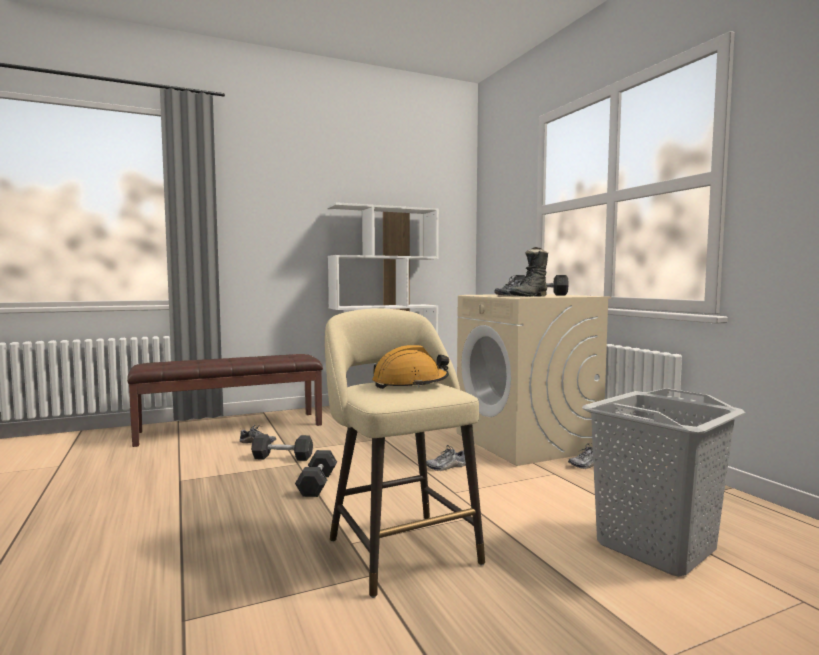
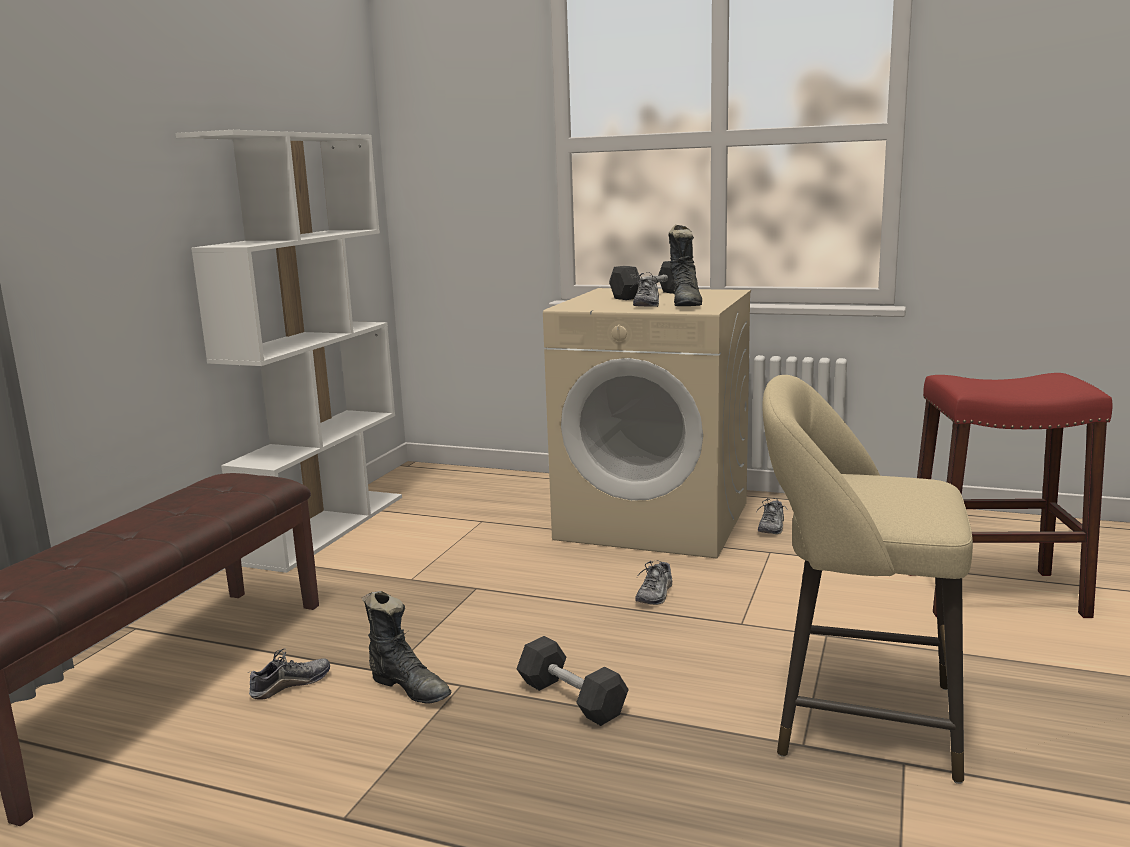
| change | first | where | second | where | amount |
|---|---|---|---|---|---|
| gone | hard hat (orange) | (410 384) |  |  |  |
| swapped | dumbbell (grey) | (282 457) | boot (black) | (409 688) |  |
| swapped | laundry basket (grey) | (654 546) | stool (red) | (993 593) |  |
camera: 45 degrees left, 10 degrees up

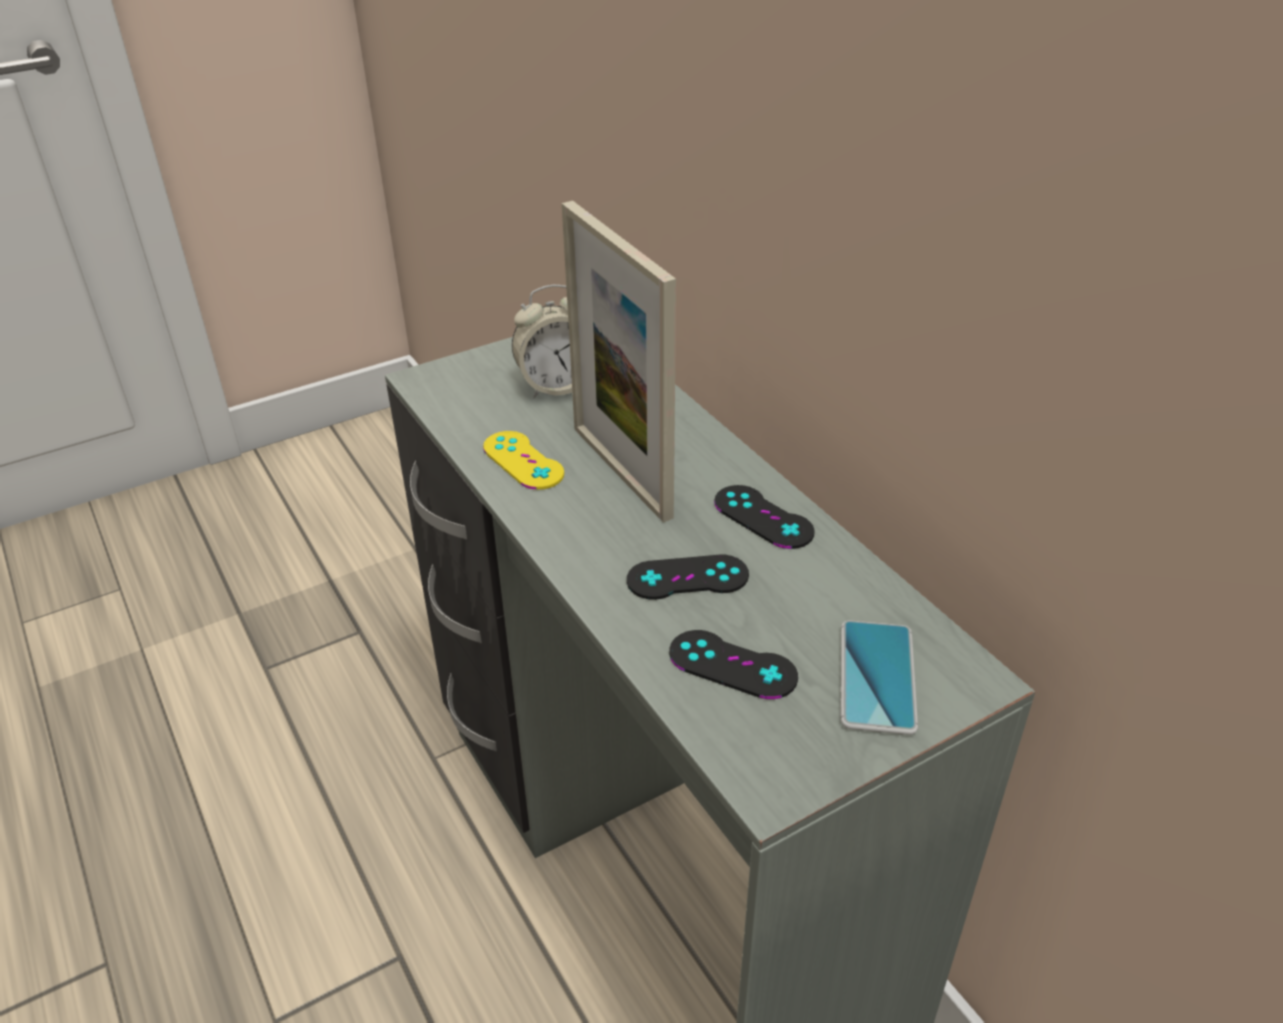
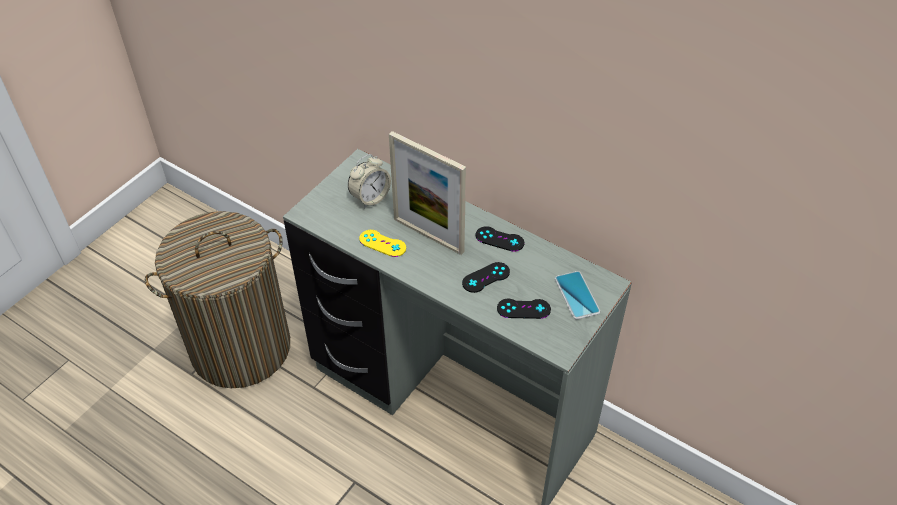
| change | first | where | second | where | amount |
|---|---|---|---|---|---|
| new |  |  | laundry basket | (240 348) |  |
camera: 25 degrees left, 10 degrees up

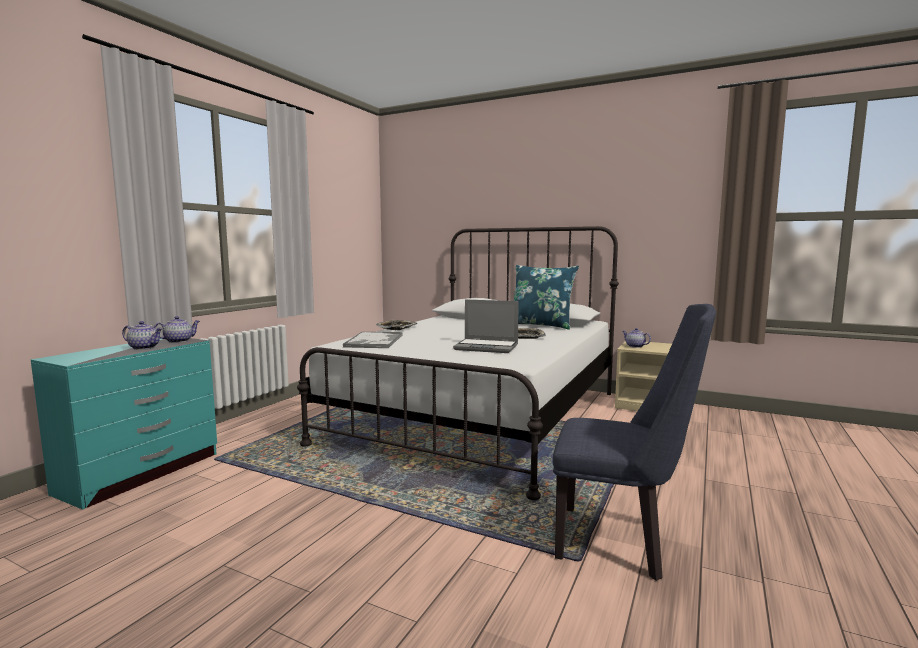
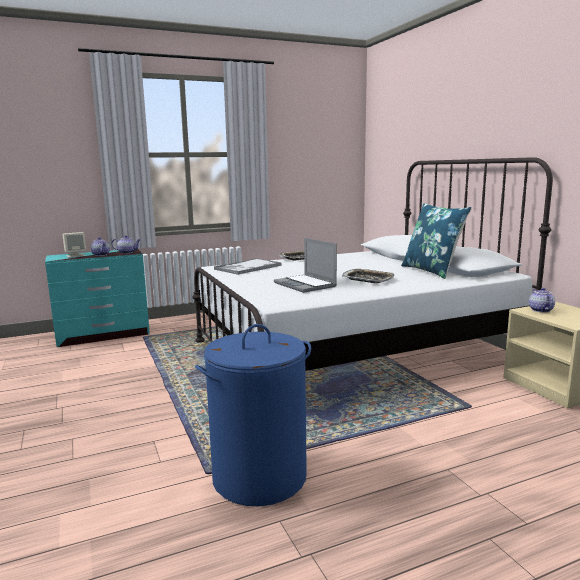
| change | first | where | second | where | amount |
|---|---|---|---|---|---|
| new |  |  | speaker (beige) | (75 255) |  |
| swapped | chair (blue) | (621 542) | laundry basket (blue) | (259 477) |  |
camera: 40 degrees right, 5 degrees up

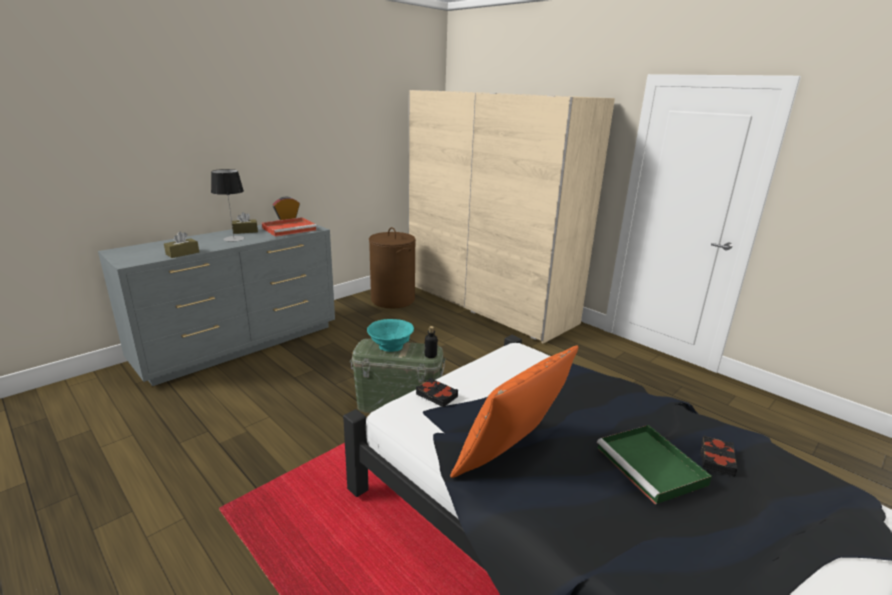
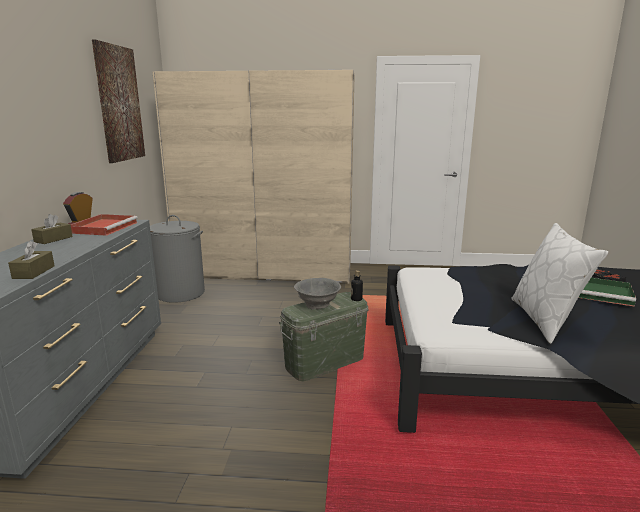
| change | first | where | second | where | amount |
|---|---|---|---|---|---|
| gone | table lamp | (234 239) |  |  |  |
| gone | book (black) | (436 396) |  |  |  |
| new |  |  | picture | (119 104) |  |
| repainted | bowl (turquoise) | (390 347) | bowl (grey) | (317 305) |  |
| repainted | laundry basket (brown) | (392 299) | laundry basket (grey) | (180 293) |  |
| repainted | pillow (orange) | (510 457) | pillow (white) | (546 320) |  |
camera: 40 degrees left, 5 degrees down

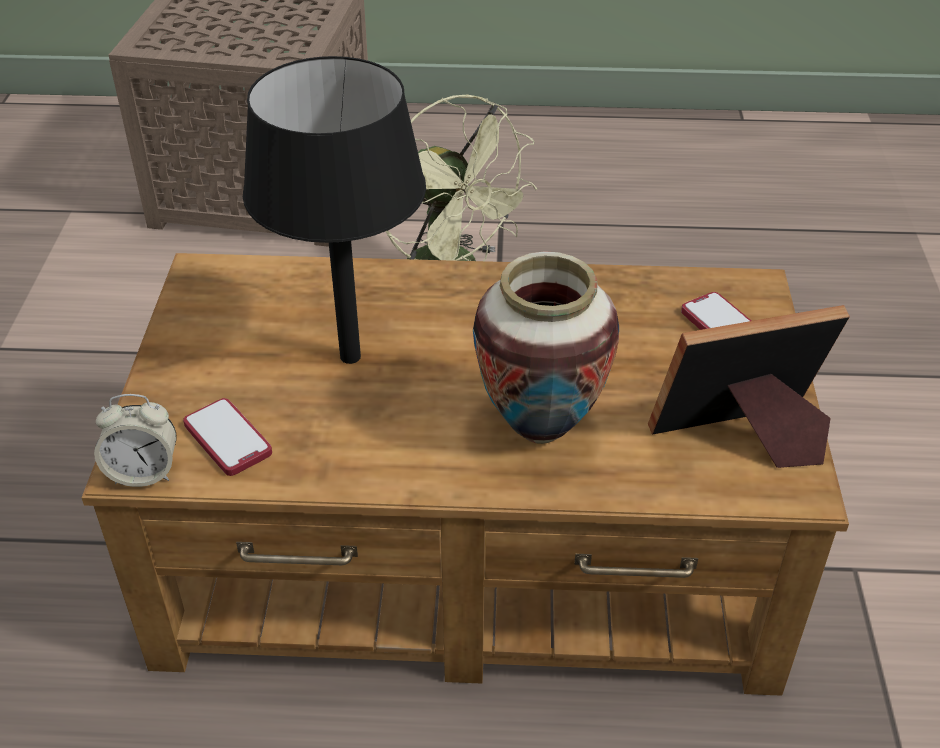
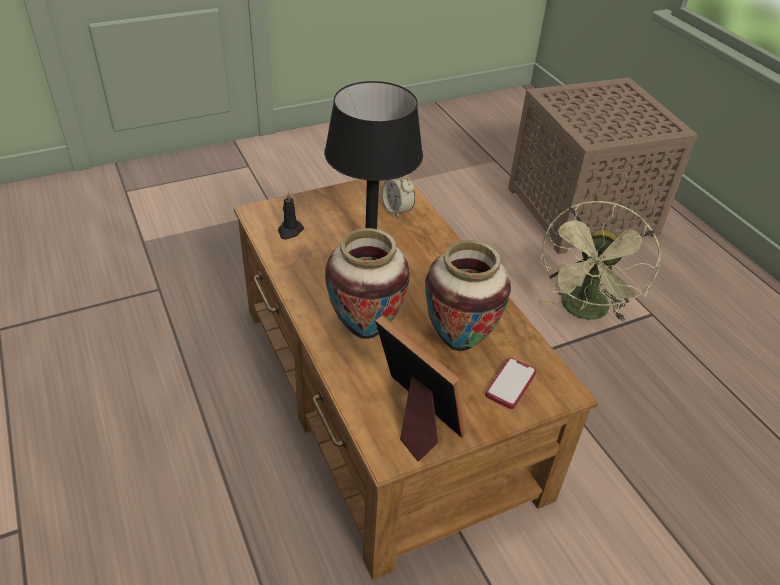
| change | first | where | second | where | amount |
|---|---|---|---|---|---|
| new |  |  | vase | (458 342) |  |
| shifted | alarm clock | (144 472) |  | (397 210) |  |
| swapped | phone | (228 439) | candle (black) | (290 231) |  |
camera: 60 degrees right, 0 degrees up

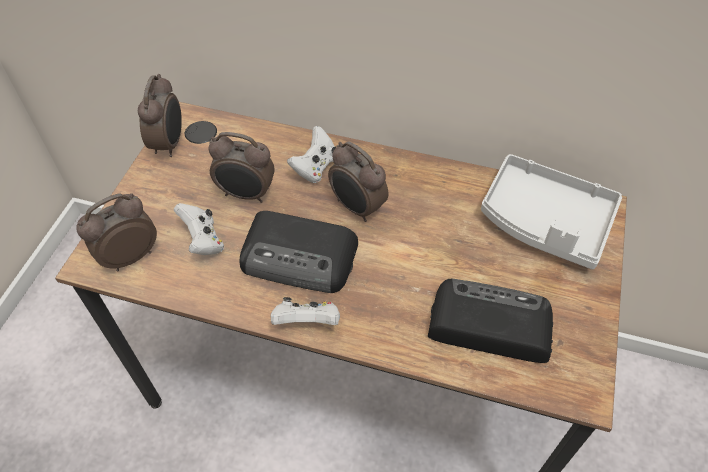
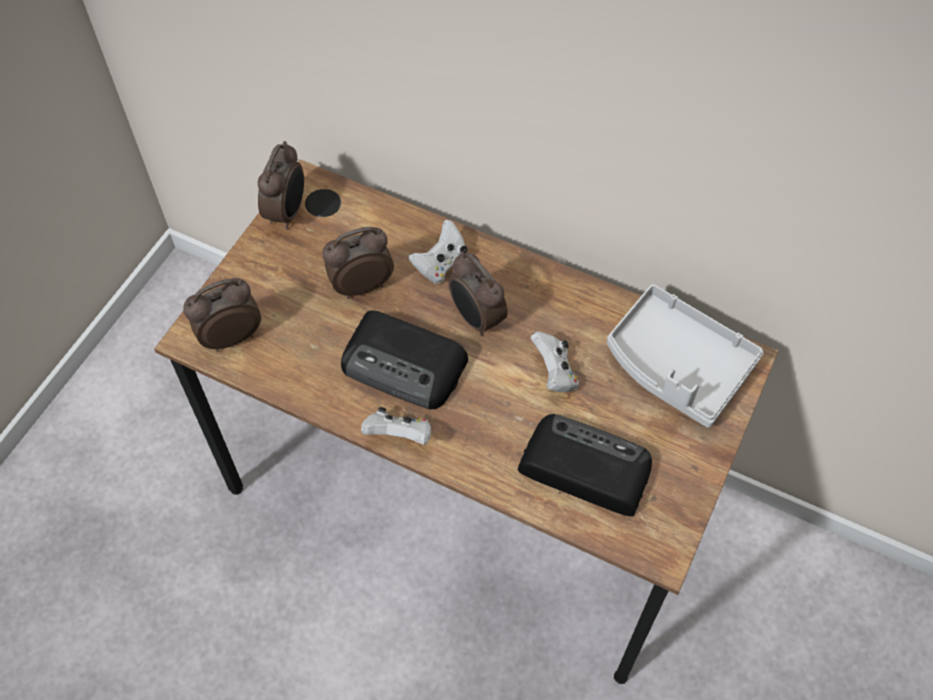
| change | first | where | second | where | amount |
|---|---|---|---|---|---|
| shifted | game controller (white) | (203 240) |  | (554 373) |  |
| rotated | alarm clock | (246 194) |  | (361 285) | 135 degrees clockwise |
camera: 10 degrees right, 5 degrees up

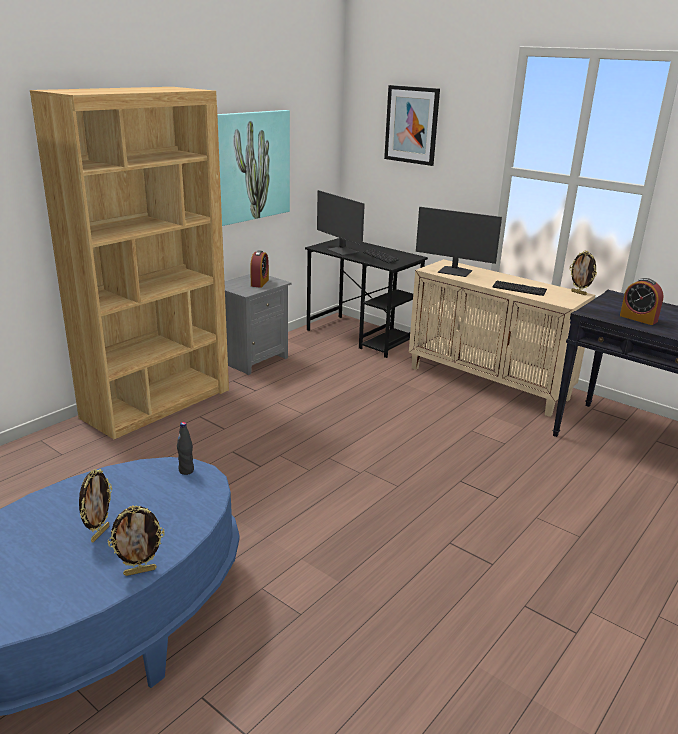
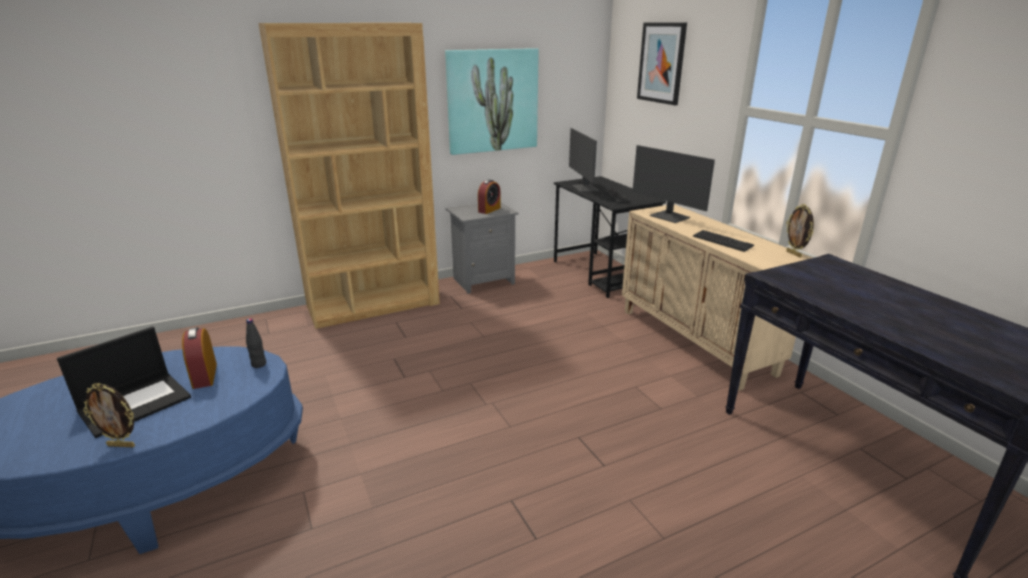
| change | first | where | second | where | amount |
|---|---|---|---|---|---|
| shifted | alarm clock | (638 318) |  | (204 375) |  |
| swapped | picture frame | (99 534) | laptop | (135 403) |  |
camera: 25 degrees right, 0 degrees up

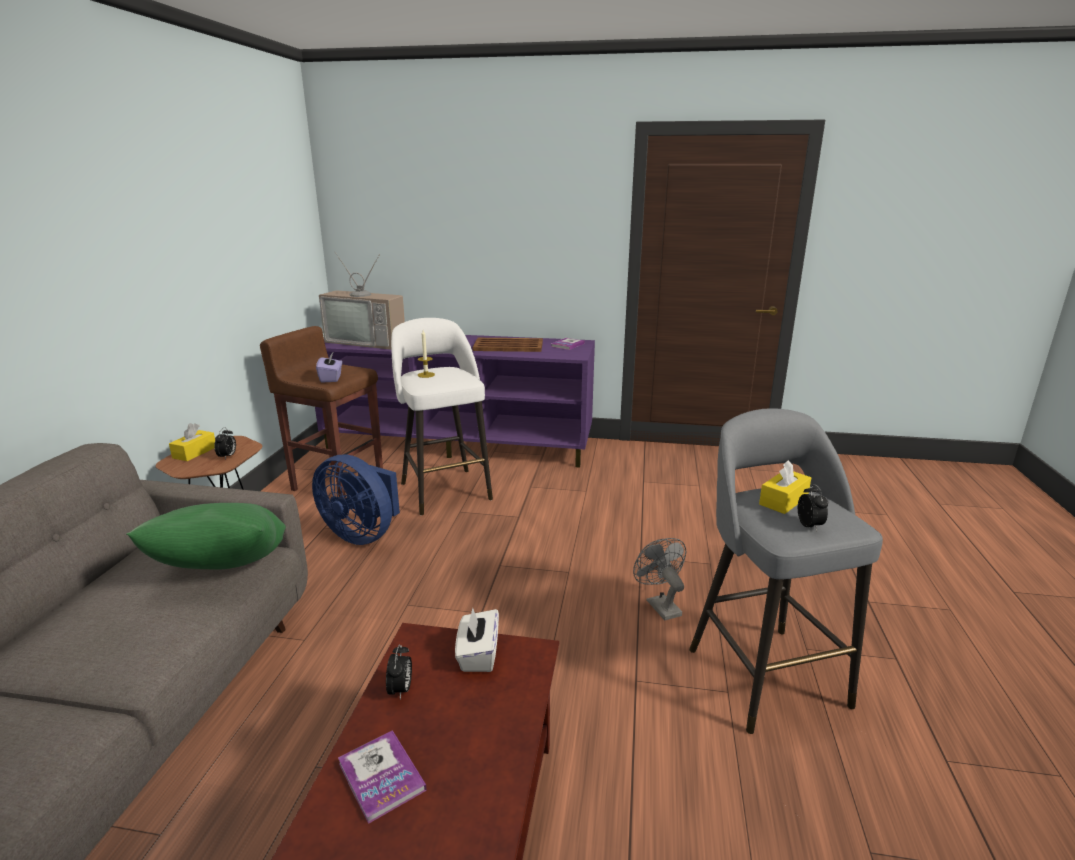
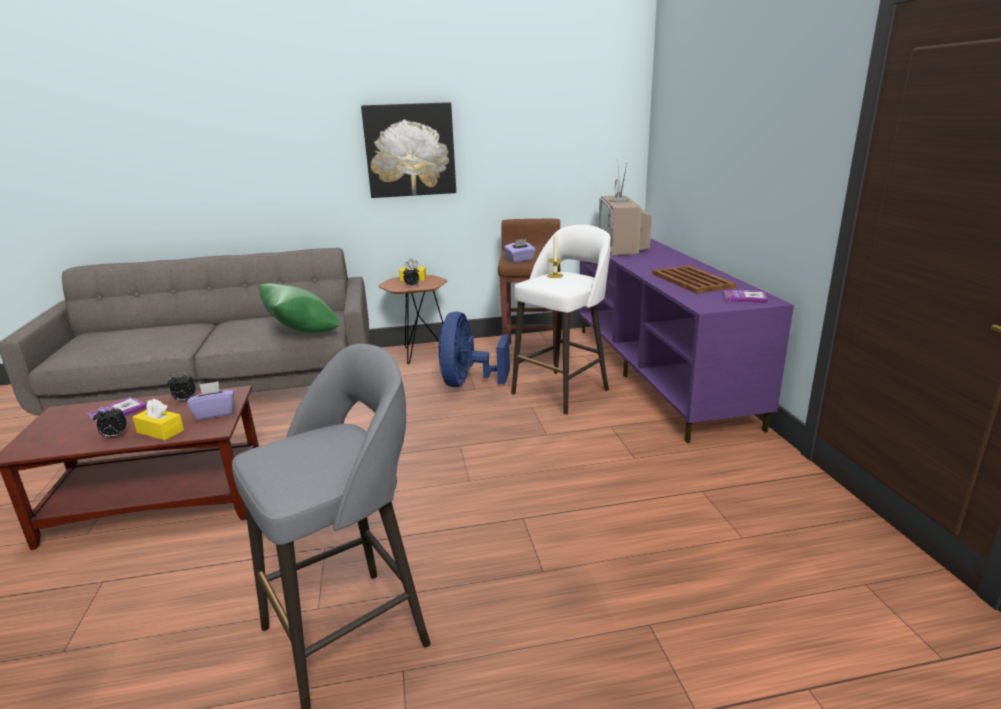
| change | first | where | second | where | amount |
|---|---|---|---|---|---|
| gone | fan (grey) | (659 605) |  |  |  |
| new |  |  | picture | (410 150) |  |
| shifted | tissue box (yellow) | (783 500) |  | (160 431) |  |
| shifted | alarm clock | (810 526) |  | (114 436) |  |
| repainted | tissue box (white) | (478 655) | tissue box (purple) | (215 413) |  |
camera: 70 degrees right, 0 degrees up

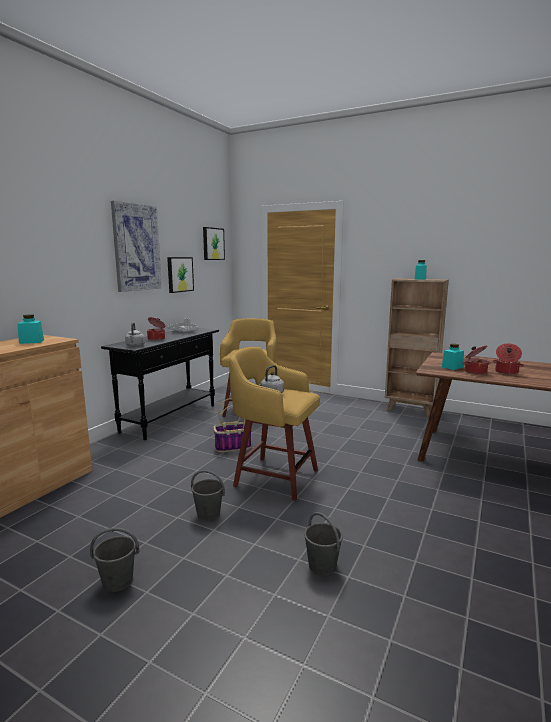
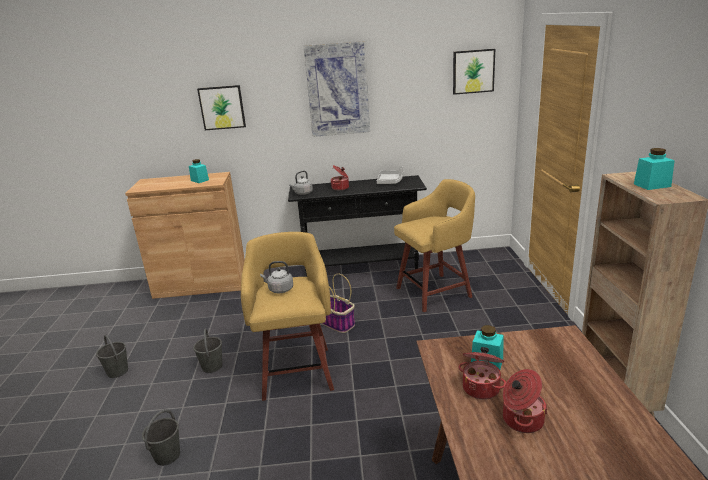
| change | first | where | second | where | amount |
|---|---|---|---|---|---|
| shifted | picture | (179 274) |  | (222 107) |  |
camera: 60 degrees right, 10 degrees up

